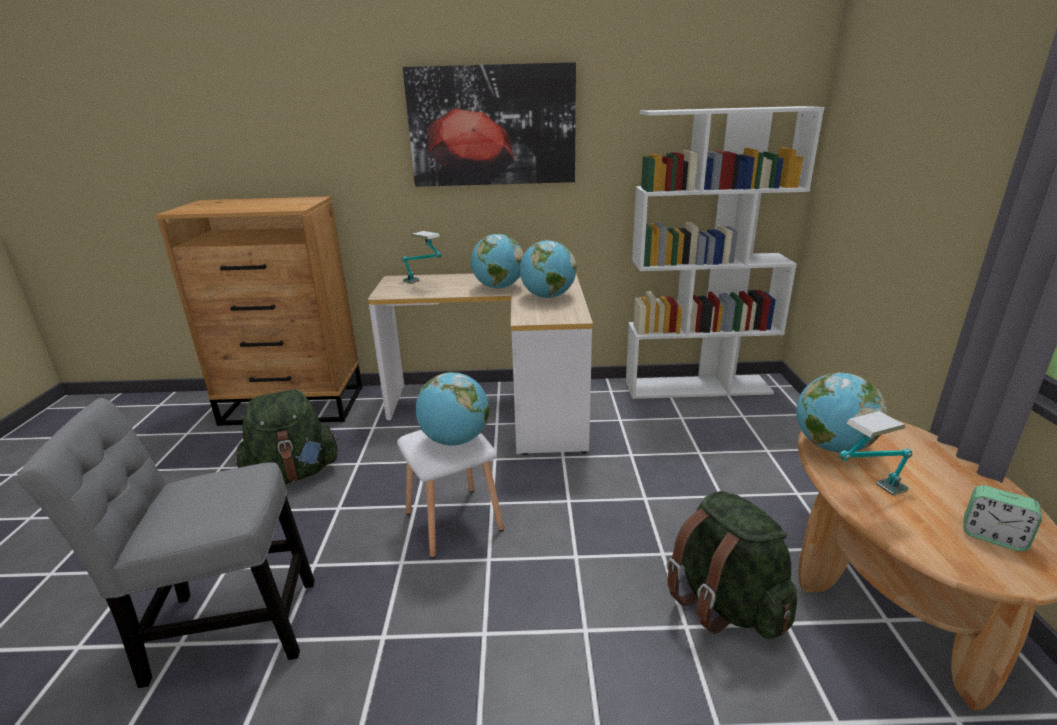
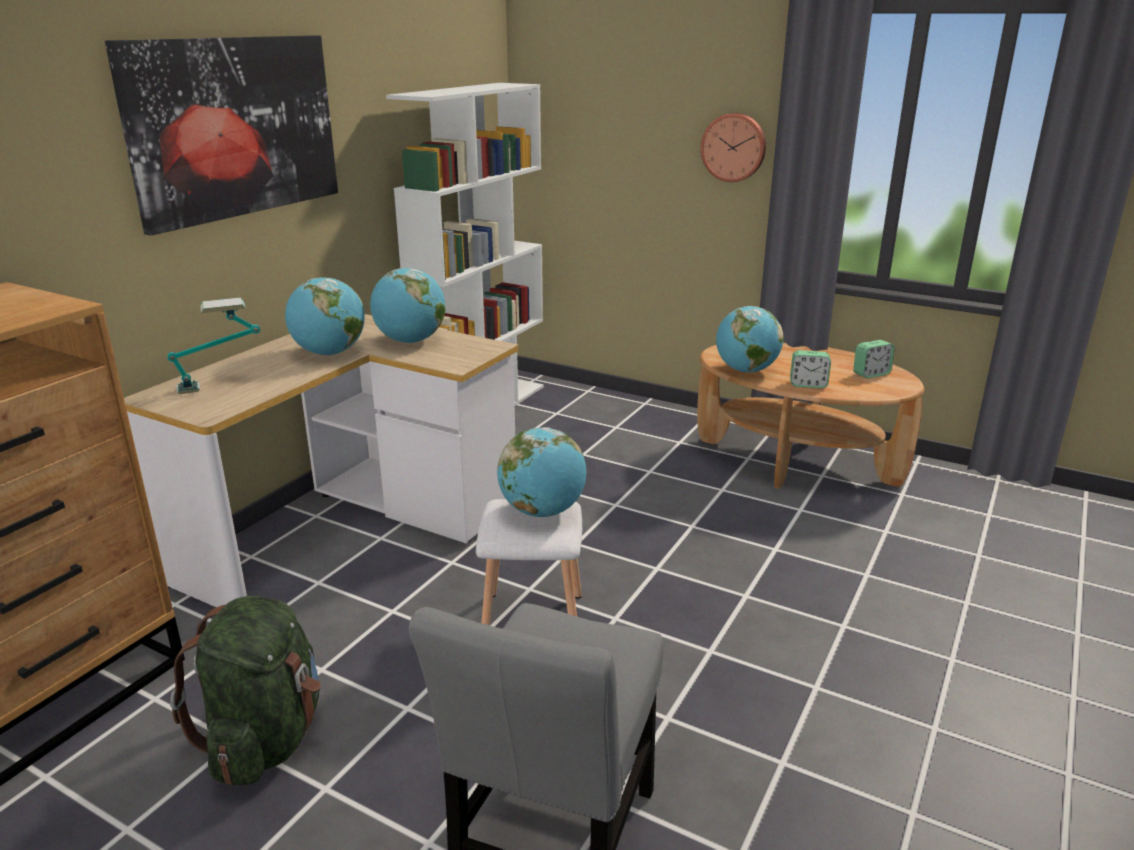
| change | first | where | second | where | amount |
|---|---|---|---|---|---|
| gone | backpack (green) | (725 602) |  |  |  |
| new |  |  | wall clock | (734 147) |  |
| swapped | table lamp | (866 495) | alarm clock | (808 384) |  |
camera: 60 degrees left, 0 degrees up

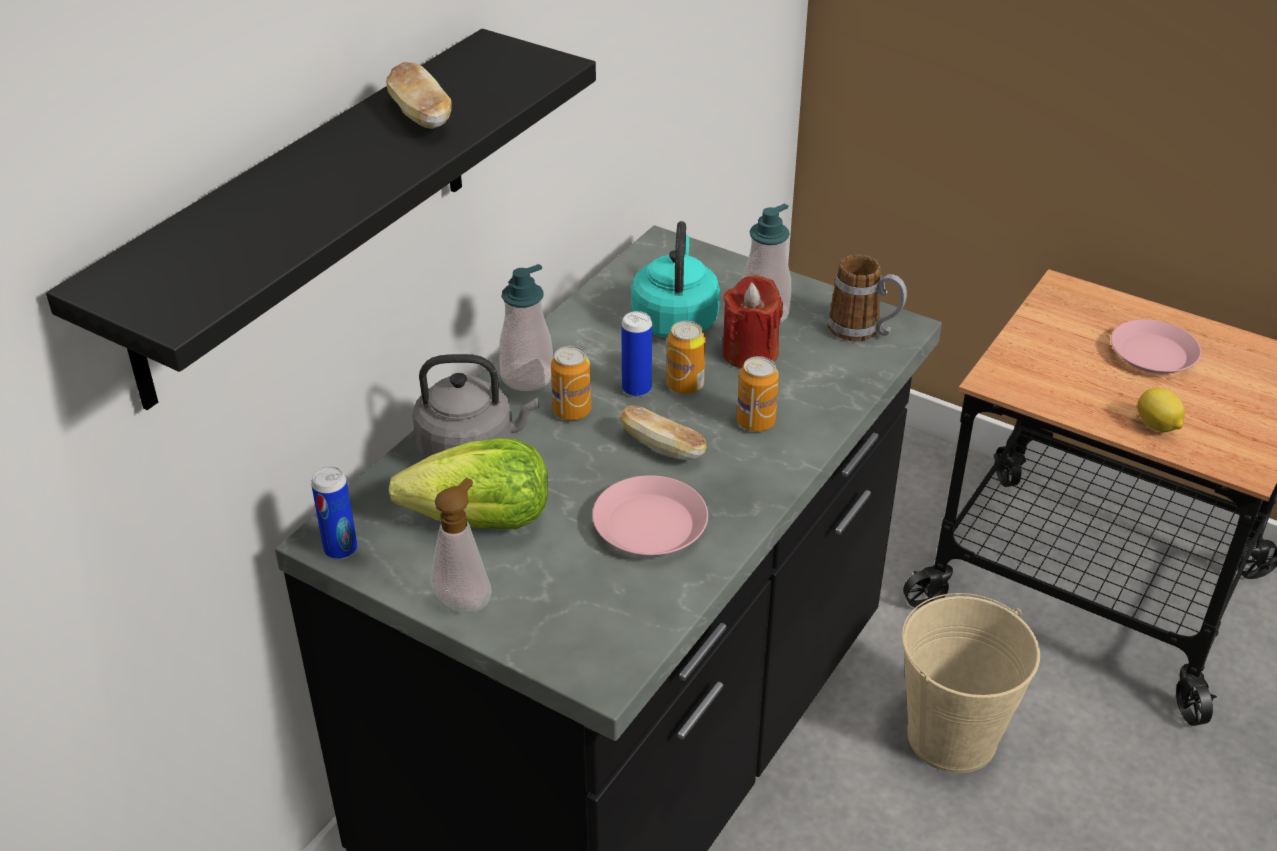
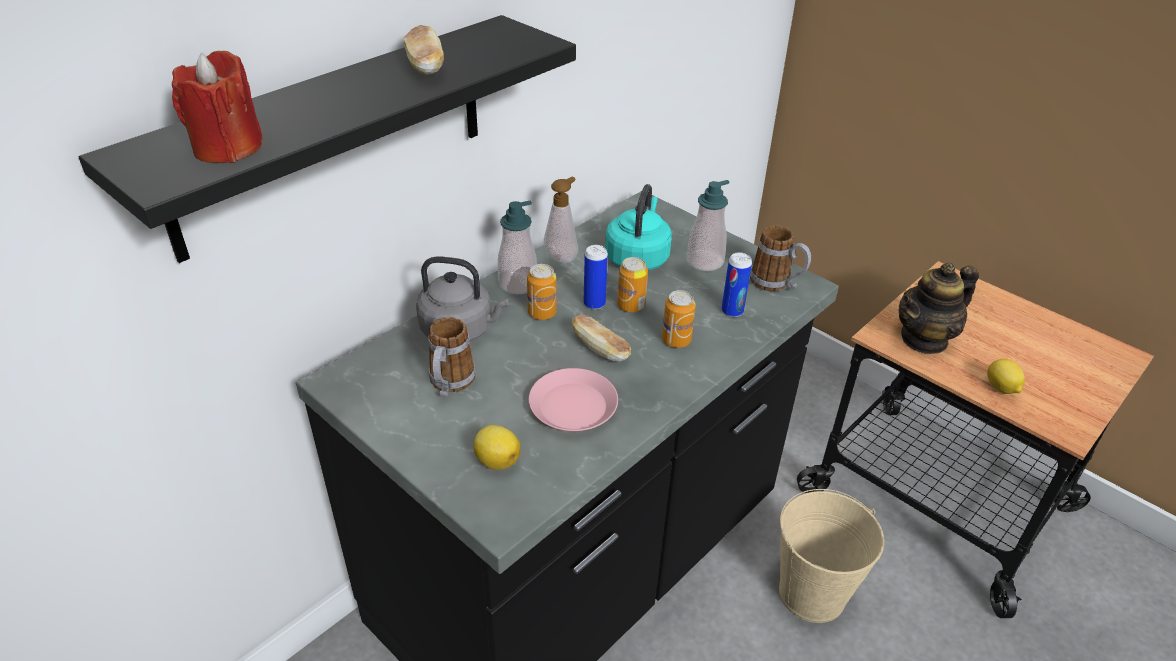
| change | first | where | second | where | amount |
|---|---|---|---|---|---|
| gone | plate (pink) | (1152 354) |  |  |  |
| new |  |  | lemon | (496 460) |  |
| new |  |  | teapot | (924 339) |  |
| shifted | can | (340 549) |  | (732 311) |  |
| shifted | soap dispenser | (465 599) |  | (562 257) |  |
| shifted | candle (red) | (750 353) |  | (228 148) |  |
| swapped | lettuce | (482 521) | mug | (450 384) |  |
camera: 10 degrees right, 0 degrees up

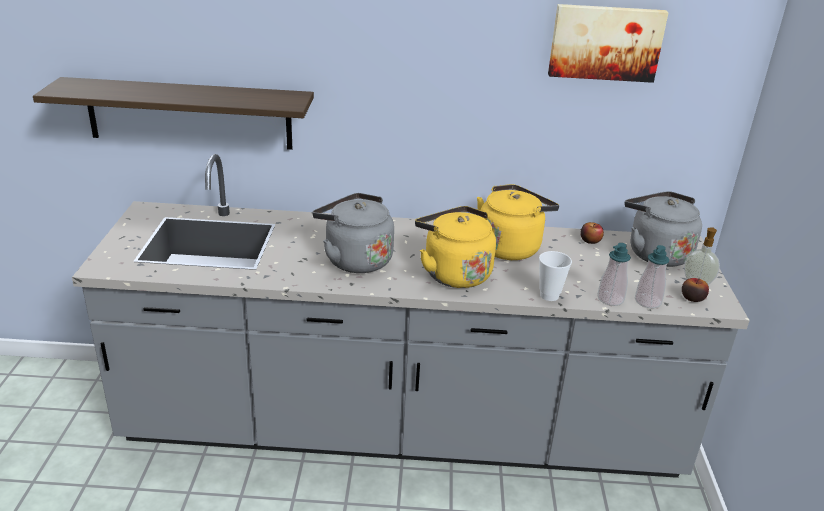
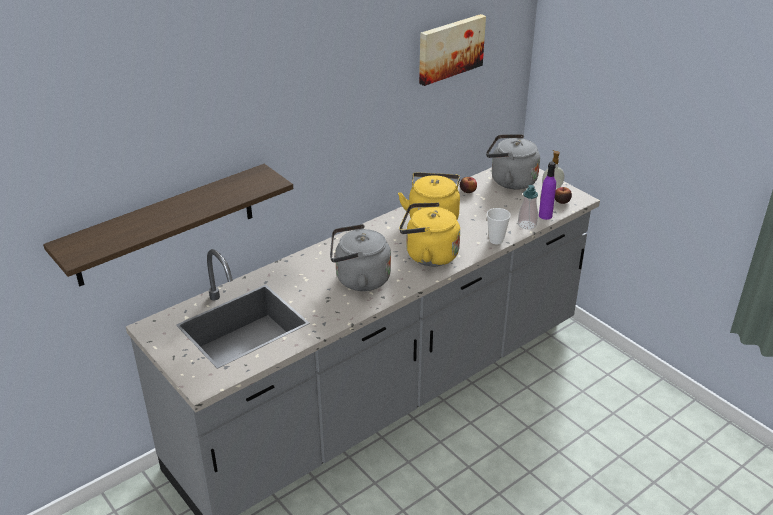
| change | first | where | second | where | amount |
|---|---|---|---|---|---|
| swapped | soap dispenser | (647 301) | bottle (purple) | (545 215) |  |
camera: 40 degrees left, 5 degrees up

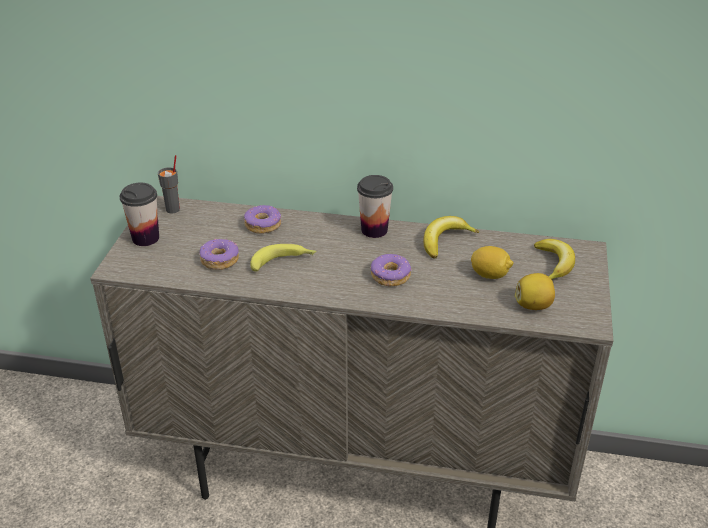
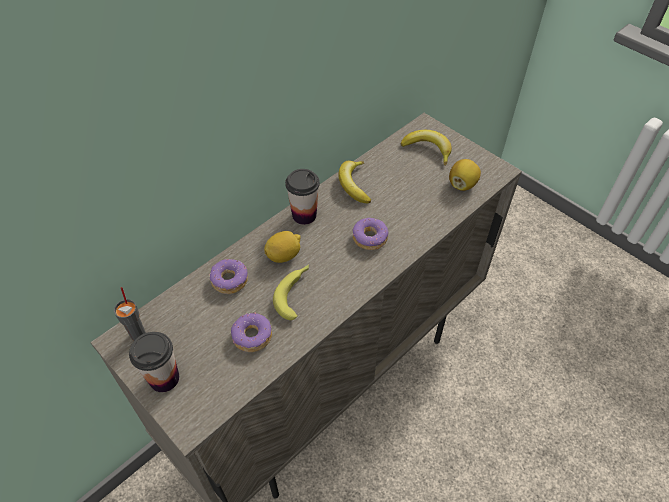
| change | first | where | second | where | amount |
|---|---|---|---|---|---|
| shifted | lemon | (490 275) |  | (284 255) |  |
camera: 55 degrees left, 15 degrees up

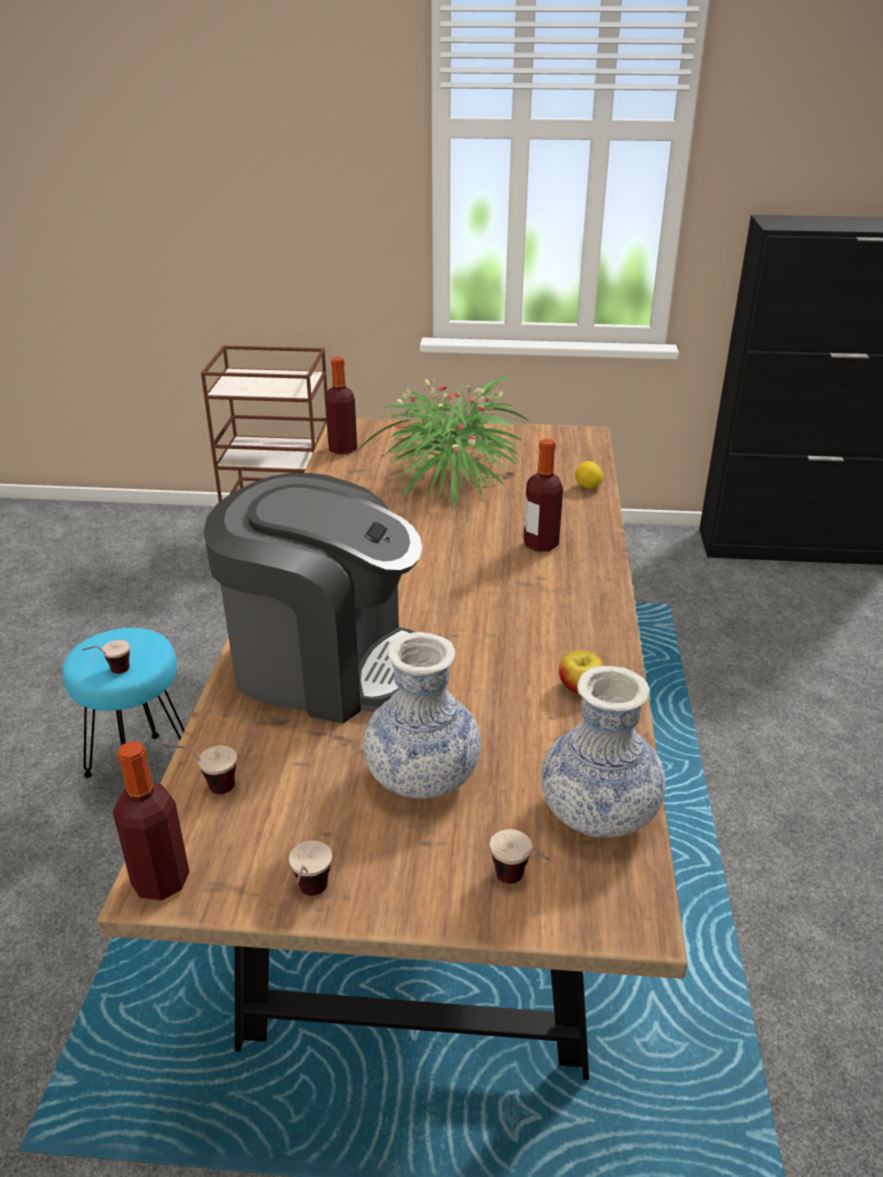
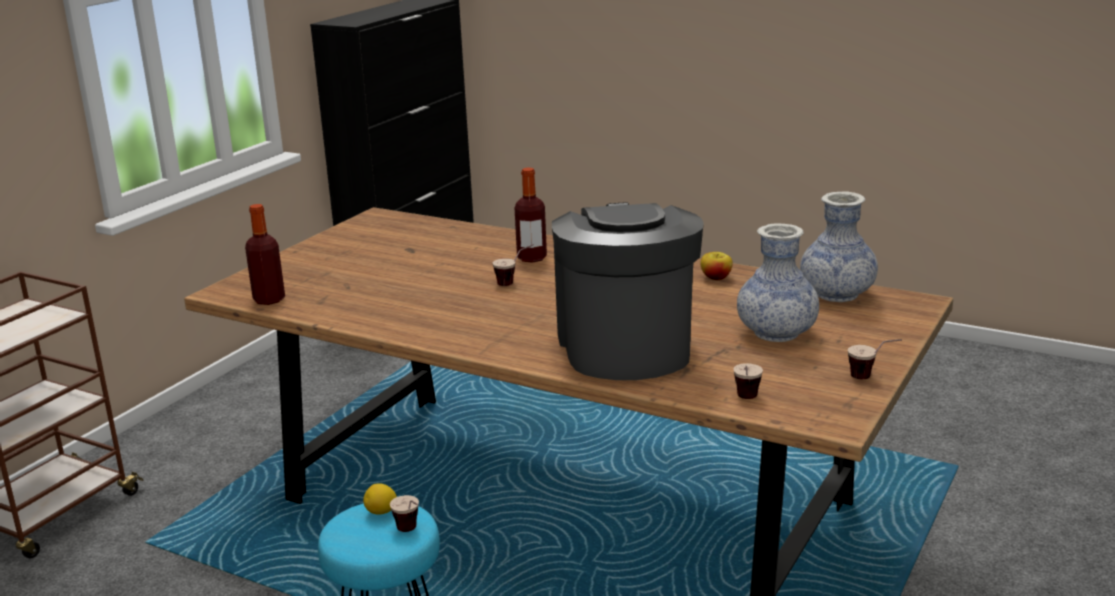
| change | first | where | second | where | amount |
|---|---|---|---|---|---|
| gone | bottle | (161 881) |  |  |  |
| gone | potted plant | (451 478) |  |  |  |
| shifted | cup | (520 884) |  | (514 282) |  |
| shifted | lemon | (587 487) |  | (381 512) |  |
| rotated | coffee machine | (325 664) |  | (625 346) | 45 degrees counterclockwise |
camera: 65 degrees left, 10 degrees down

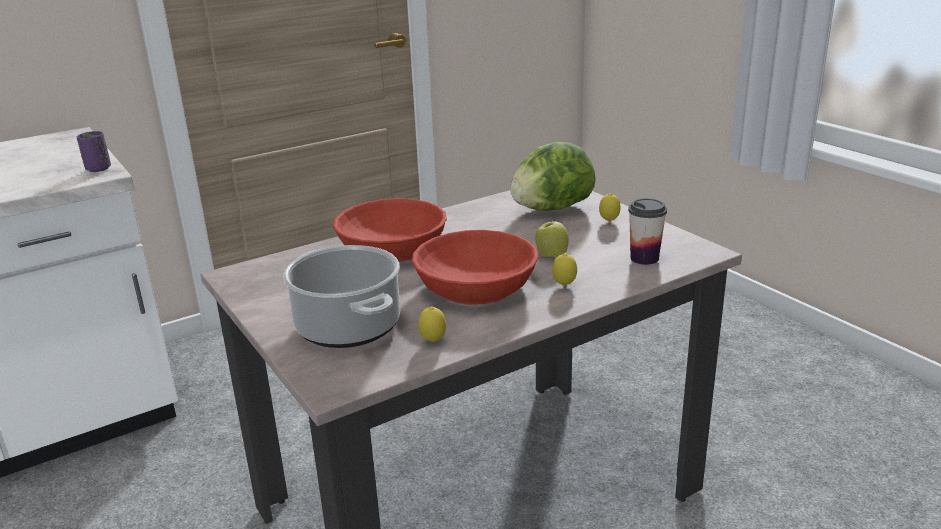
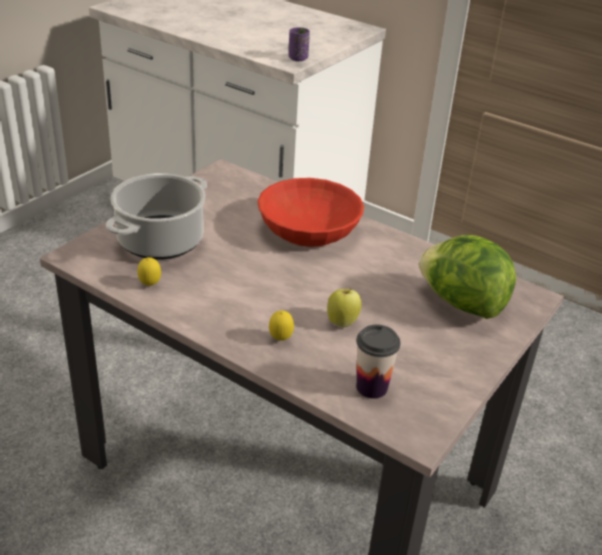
| change | first | where | second | where | amount |
|---|---|---|---|---|---|
| gone | bowl (red) | (476 286) |  |  |  |
| gone | lemon | (609 221) |  |  |  |
camera: 65 degrees right, 10 degrees up

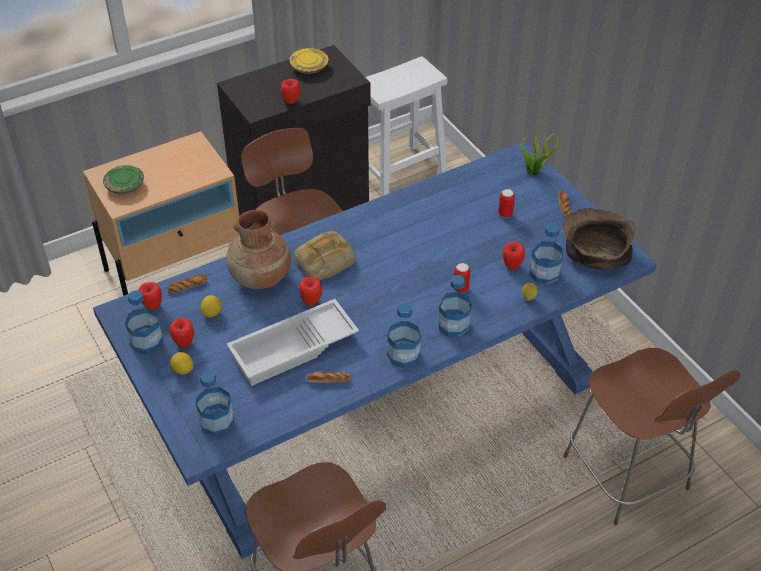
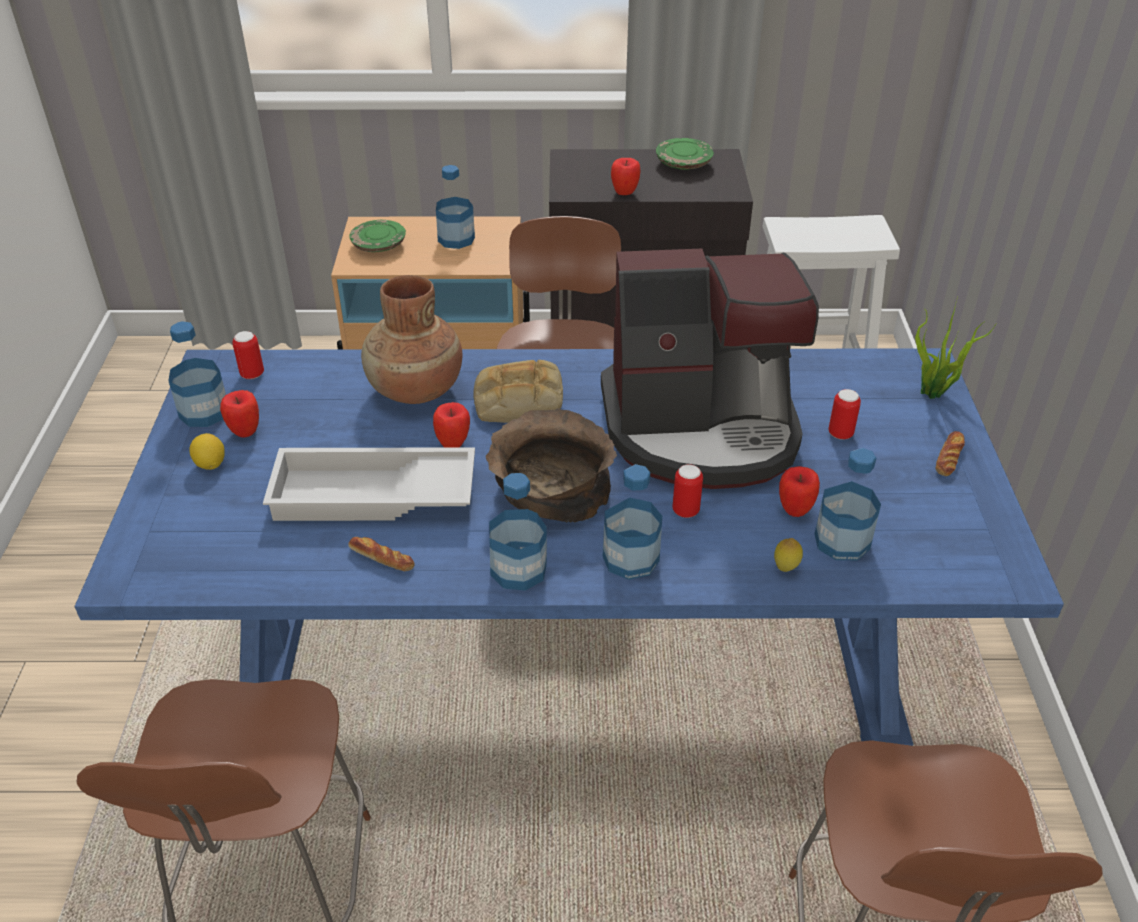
| change | first | where | second | where | amount |
|---|---|---|---|---|---|
| gone | bread | (188 285) |  |  |  |
| gone | lemon | (212 313) |  |  |  |
| new |  |  | coffee machine | (702 429) |  |
| shifted | bottle | (217 422) |  | (456 239) |  |
| shifted | bowl (brown) | (594 253) |  | (550 488) |  |
| swapped | apple | (152 306) | can | (252 374) |  |
| repainted | plate (yellow) | (309 67) | plate (green) | (684 163) |  |
camera: 30 degrees right, 5 degrees down

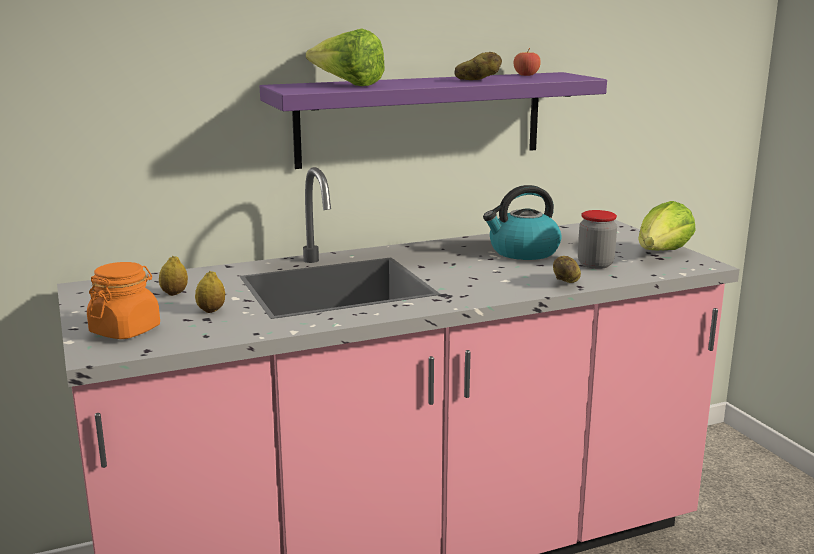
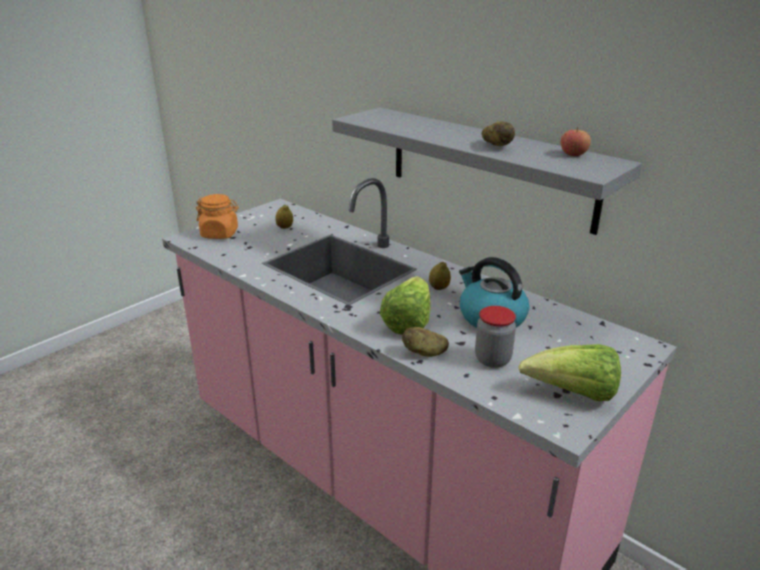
| change | first | where | second | where | amount |
|---|---|---|---|---|---|
| shifted | lemon | (211 310) |  | (439 288) |  |
| shifted | lettuce | (347 85) |  | (408 322) |  |
| repainted | shelf (purple) | (421 118) | shelf (grey) | (489 167) |  |
camera: 65 degrees right, 10 degrees up

